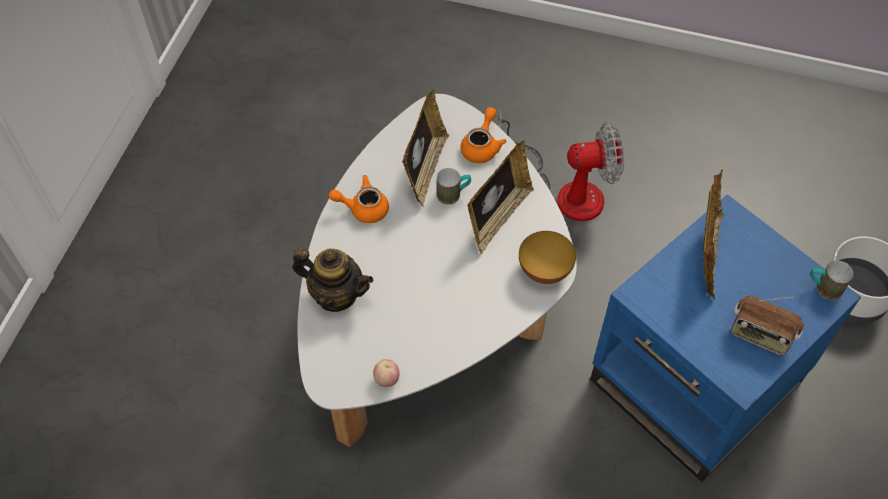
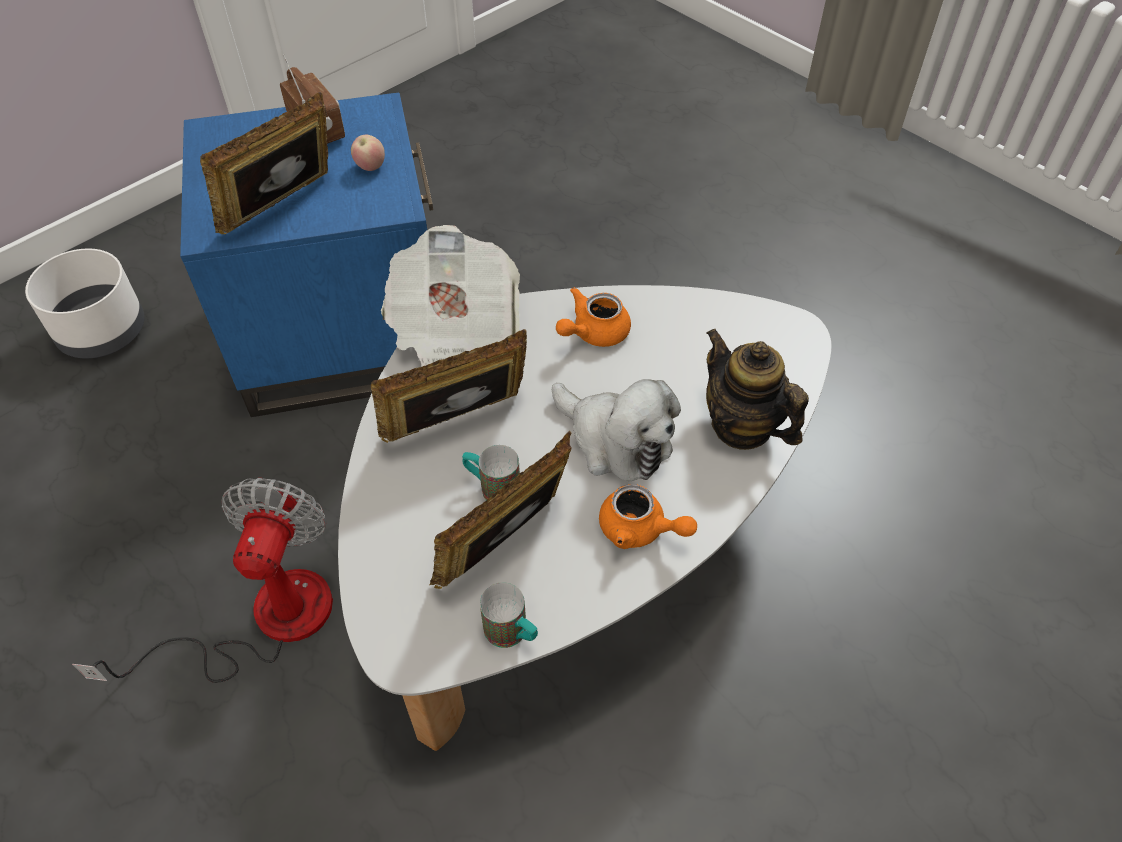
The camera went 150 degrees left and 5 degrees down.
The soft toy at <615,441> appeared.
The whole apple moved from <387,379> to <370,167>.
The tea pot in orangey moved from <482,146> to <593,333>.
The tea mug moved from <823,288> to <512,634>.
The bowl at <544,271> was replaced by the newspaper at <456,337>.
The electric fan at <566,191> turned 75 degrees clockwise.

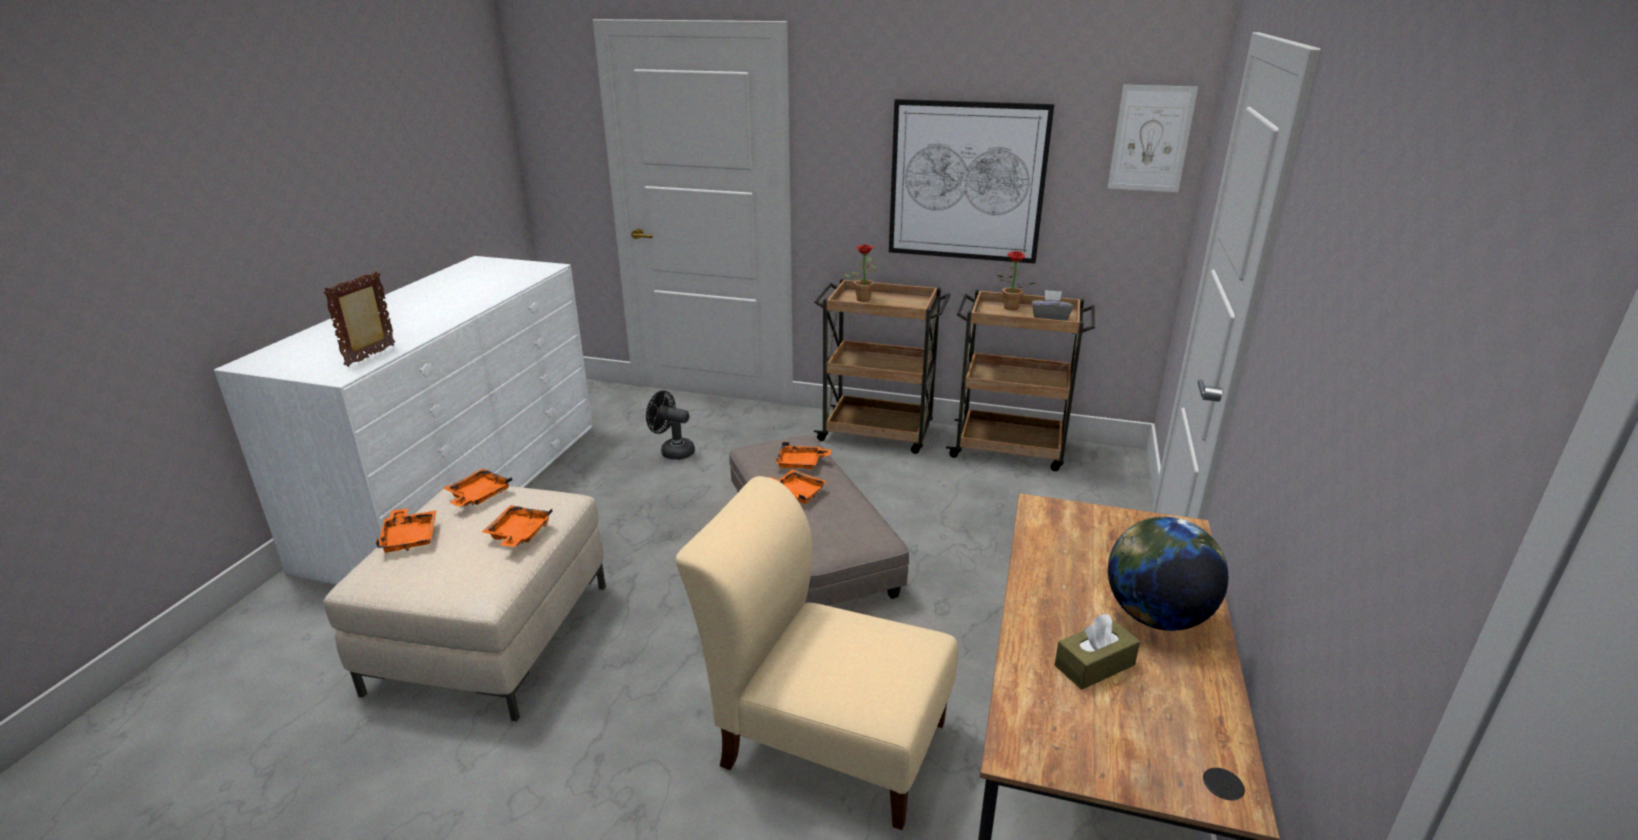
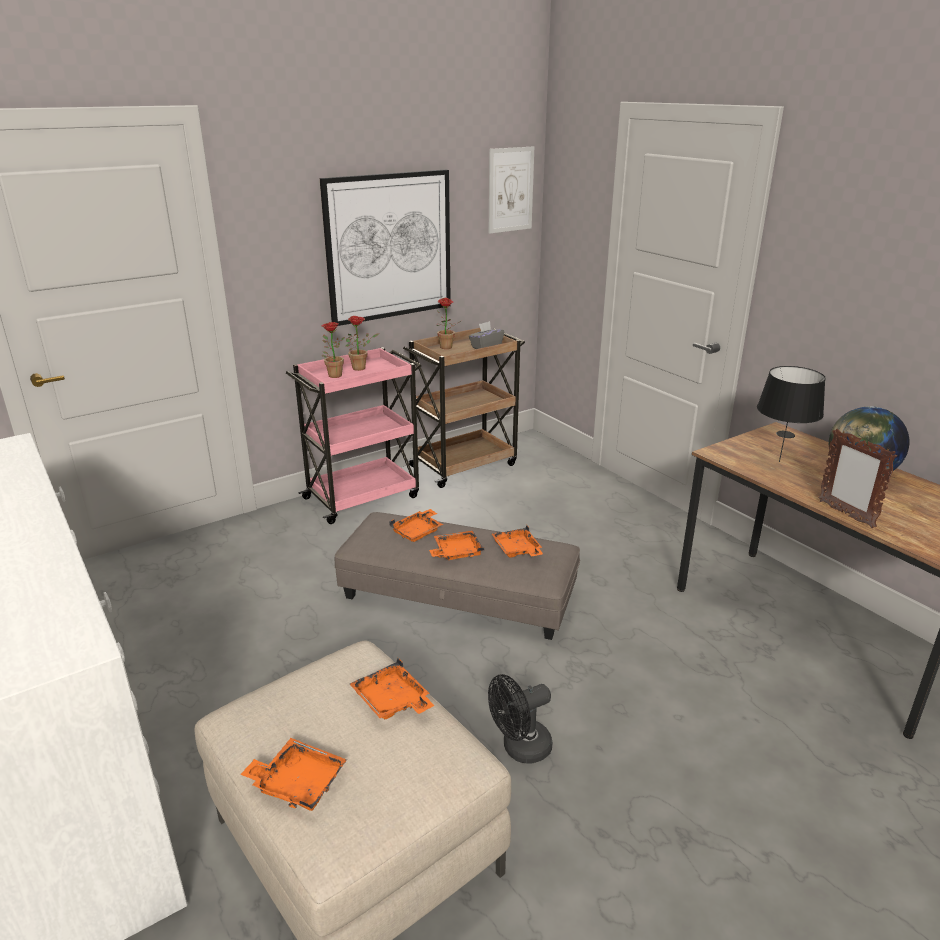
The camera went 50 degrees left and 0 degrees up.
The upright chair in beige-coloured at <826,739> disappeared.
The tissue box in brown-coloured at <1094,665> disappeared.
The potted plant at <362,368> appeared.
The tabletop lamp in blackish at <779,462> appeared.
The photo frame moved from <372,356> to <845,514>.
The carrying tray in orangey moved from <478,496> to <517,550>.
The electric fan in blackish moved from <672,451> to <520,749>.
The cart in brown-coloured at <878,433> became the cart in pink at <363,496>.

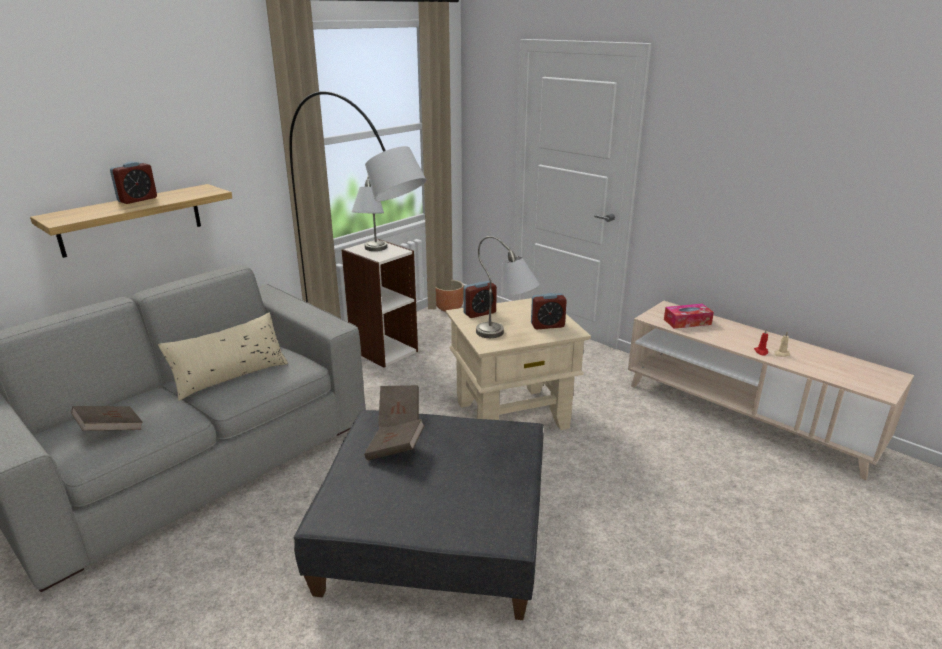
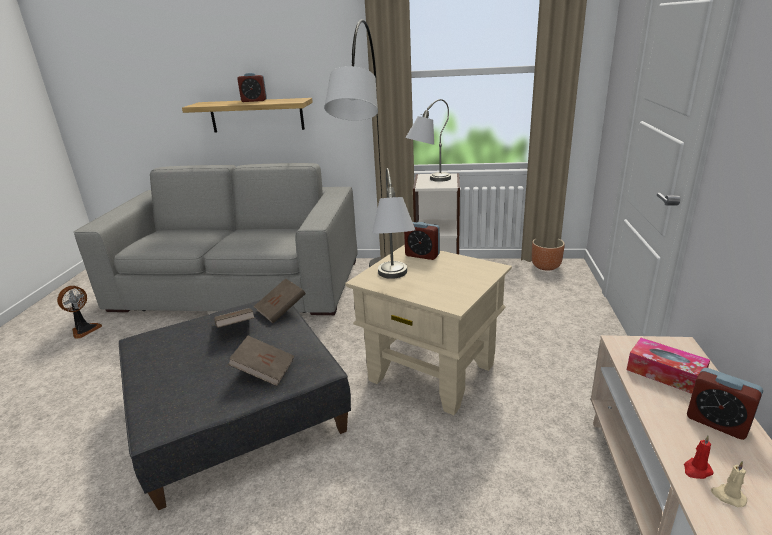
The camera went 55 degrees right and 0 degrees up.
The pillow in beige-coloured at <230,376> disappeared.
The electric fan at <84,330> appeared.
The volume in brown-coloured moved from <110,430> to <264,371>.
The table clock moved from <547,325> to <717,422>.

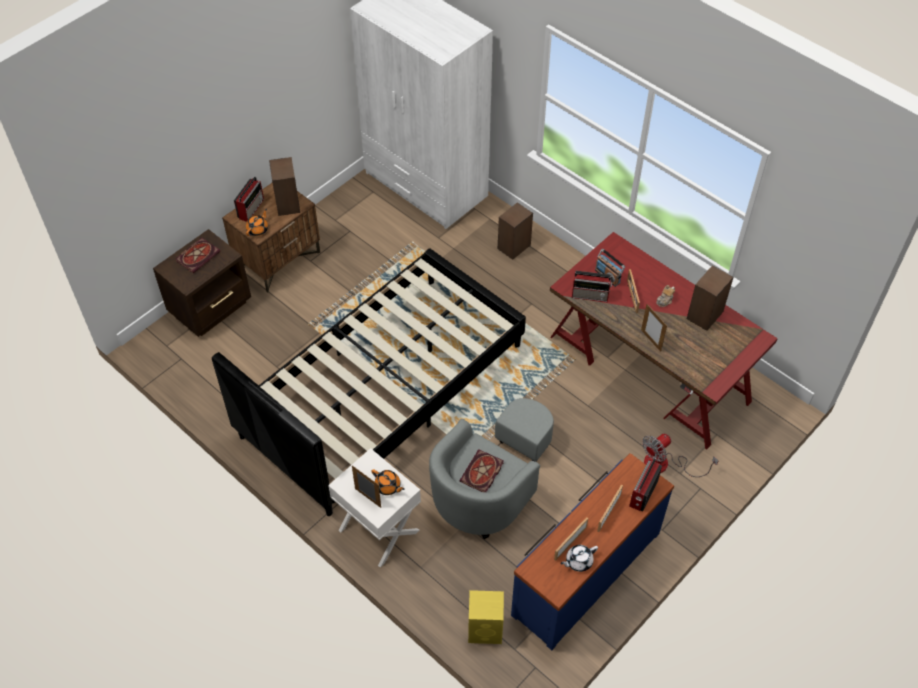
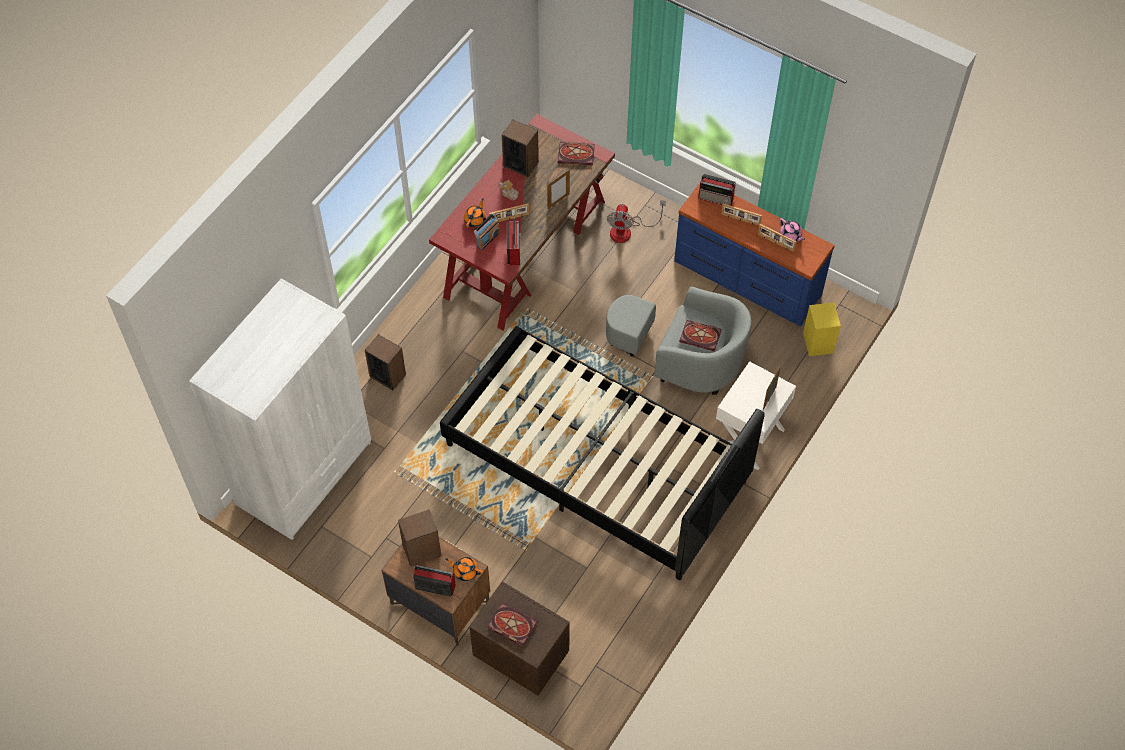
The camera went 100 degrees left and 5 degrees up.
The volume at <577,154> appeared.
The tea pot in orangey moved from <388,486> to <475,219>.
The tea pot in white at <578,561> became the tea pot in pink at <790,236>.
The electric fan at <665,465> turned 60 degrees clockwise.

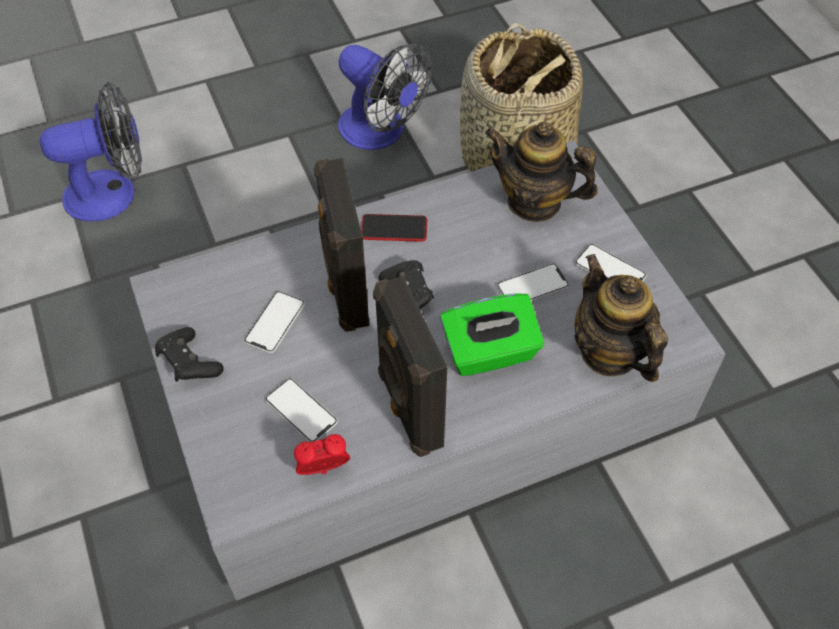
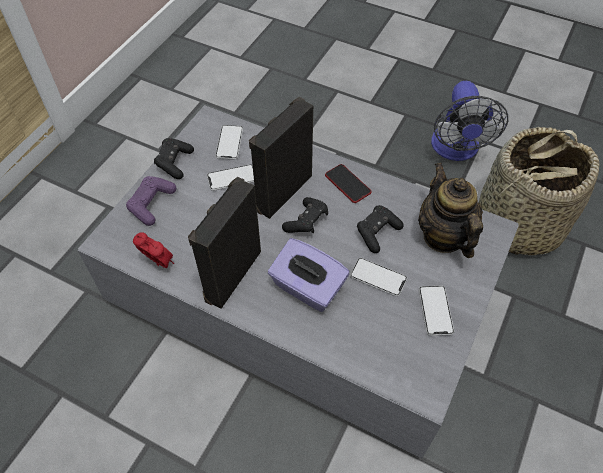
The camera went 50 degrees right and 0 degrees up.
The electric fan at <113,192> disappeared.
The tea pot at <609,352> disappeared.
The gamepad in purple-coloured at <151,204> appeared.
The gamepad in blackish at <377,233> appeared.
The telephone moved from <301,411> to <229,143>.
The tissue box in greenish at <489,353> became the tissue box in purple-coloured at <307,288>.

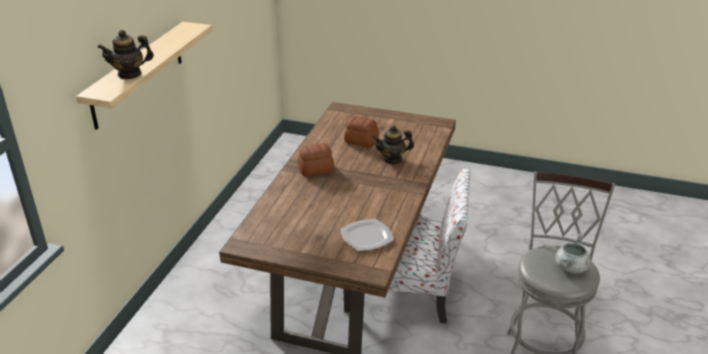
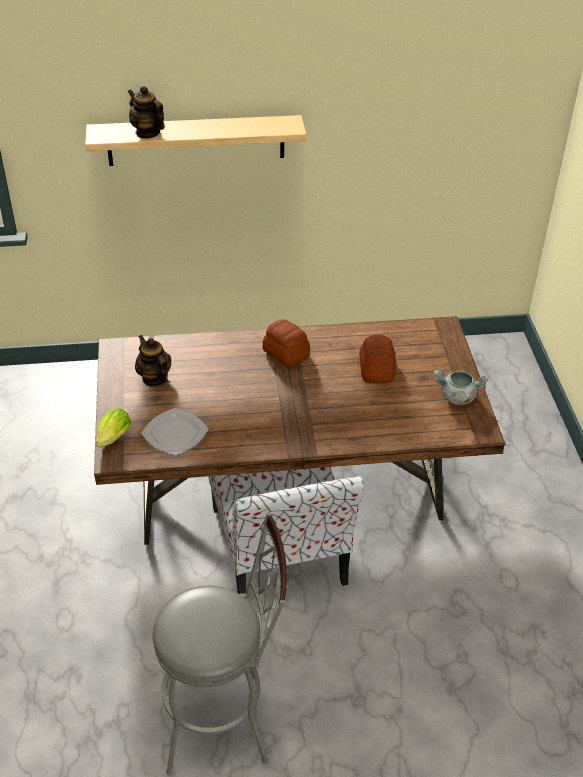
The camera went 65 degrees right and 10 degrees up.
The lettuce head at <112,439> appeared.
The tea pot moved from <392,159> to <154,378>.
The stockpot in greyish moved from <570,268> to <457,397>.

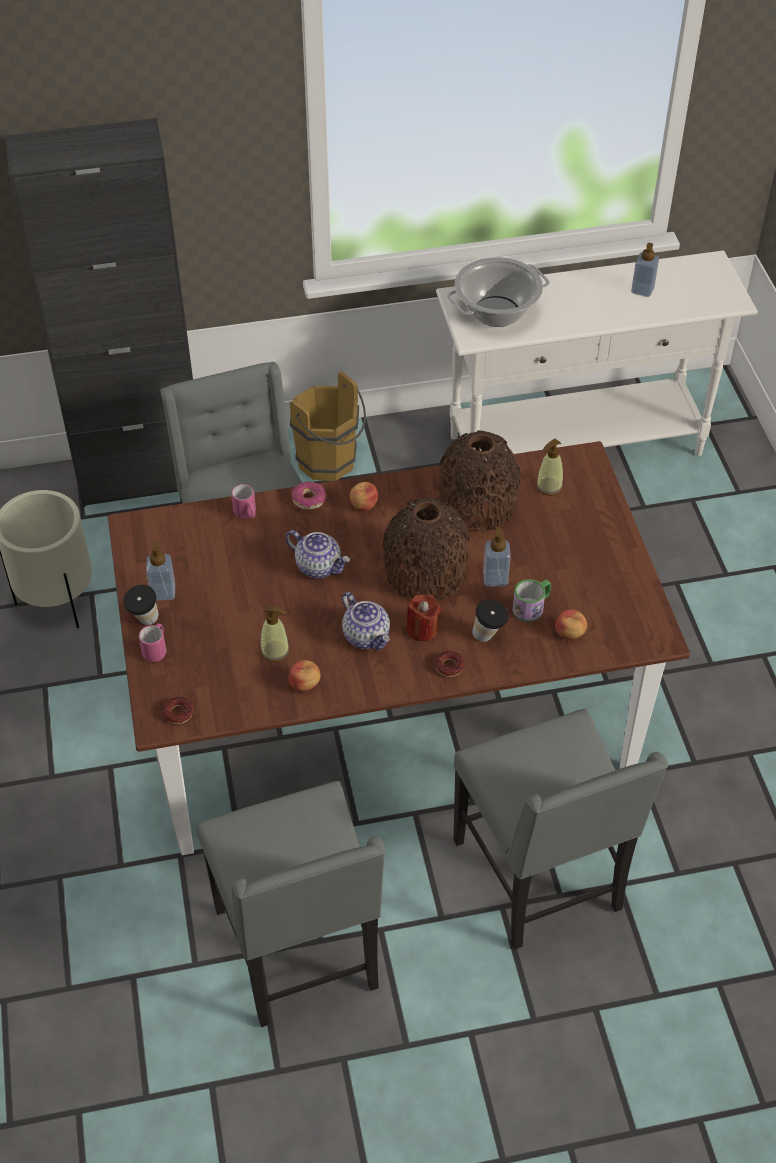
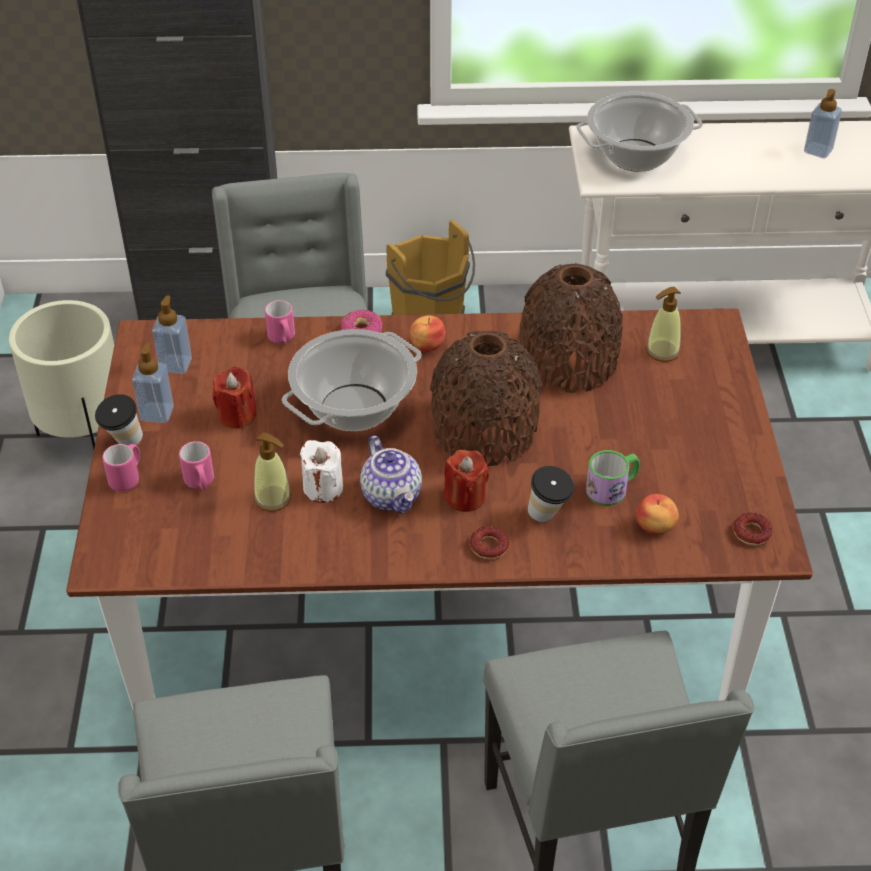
The camera went 10 degrees right and 5 degrees down.
The whole apple at <305,685> disappeared.
The tea mug in pink at <200,483> appeared.
The wax light in red at <237,415> appeared.
The wax light in white at <323,488> appeared.
The doughnut moved from <178,713> to <751,533>.
The soap dispenser moved from <495,578> to <175,364>.
The tea pot at <319,566> was replaced by the stockpot at <354,407>.

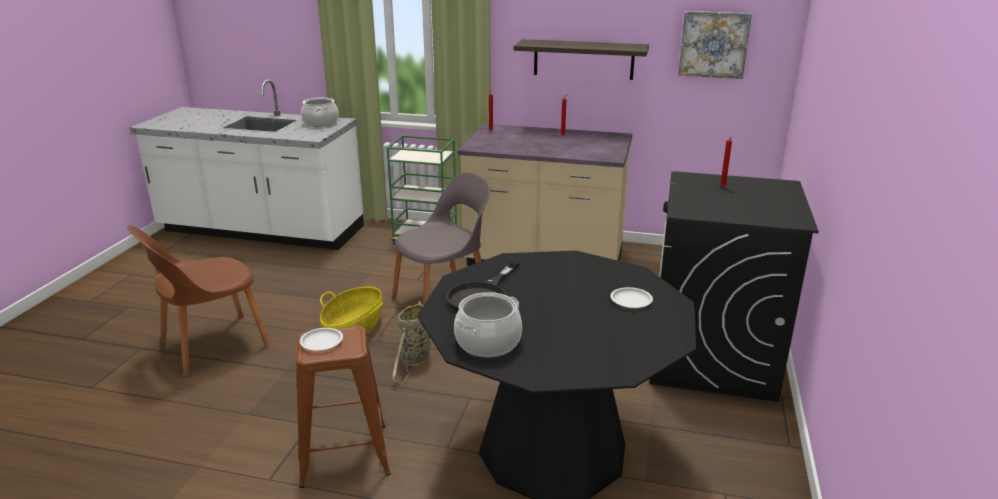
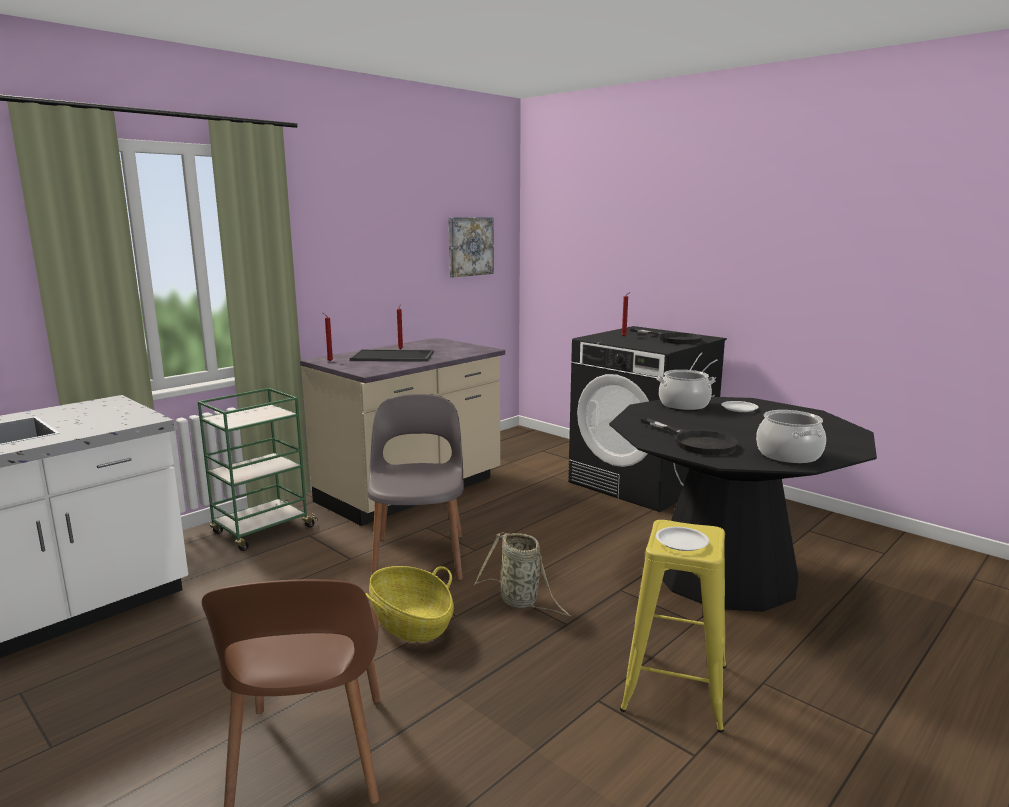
The camera went 60 degrees left and 10 degrees down.
The shelf at <583,59> disappeared.
The carrying tray at <394,356> appeared.
The frying pan in blackish at <673,339> appeared.
The stockpot moved from <321,123> to <684,404>.
The sitting stool in brown-coloured at <344,455> became the sitting stool in yellow at <675,687>.

